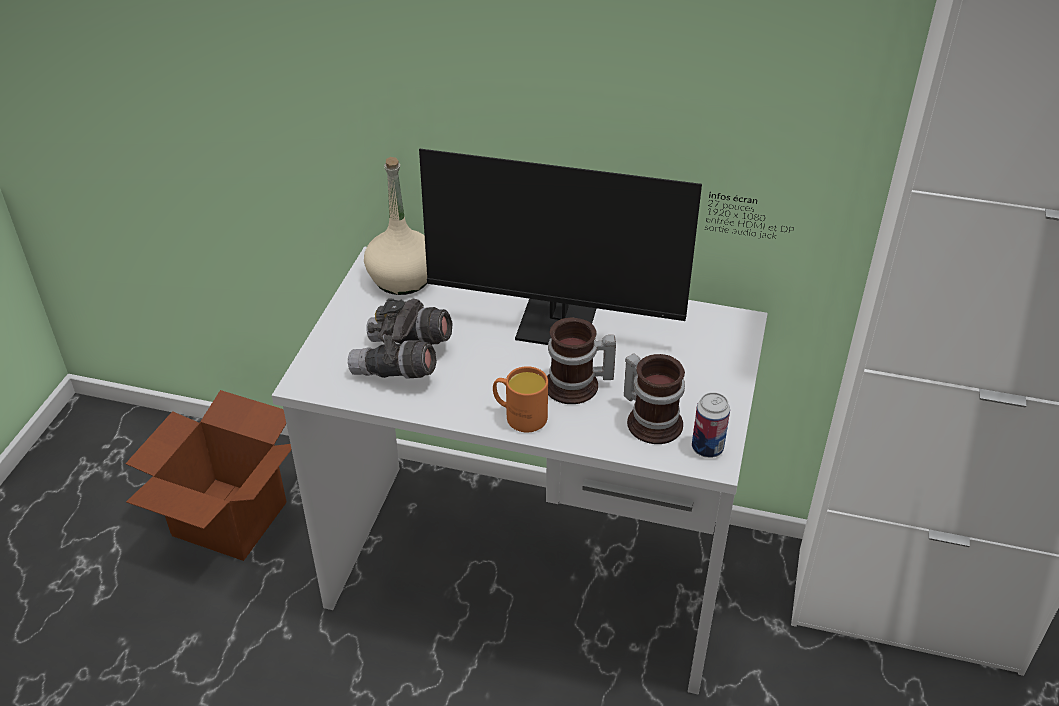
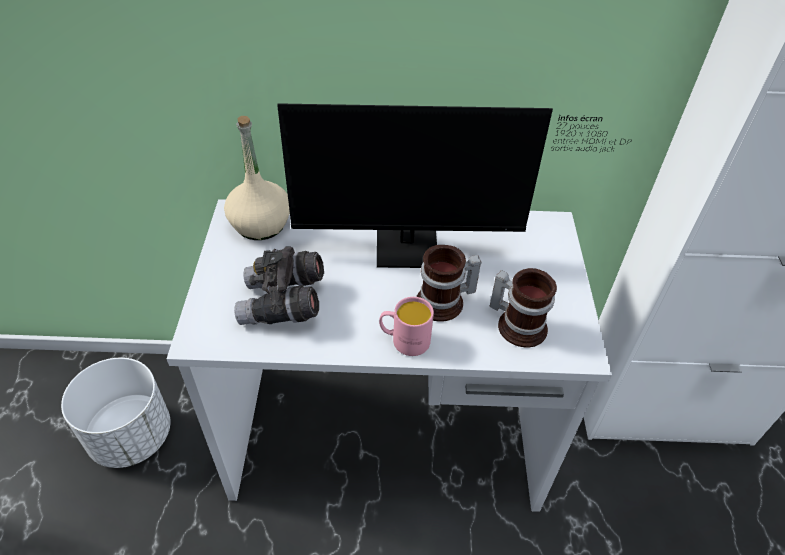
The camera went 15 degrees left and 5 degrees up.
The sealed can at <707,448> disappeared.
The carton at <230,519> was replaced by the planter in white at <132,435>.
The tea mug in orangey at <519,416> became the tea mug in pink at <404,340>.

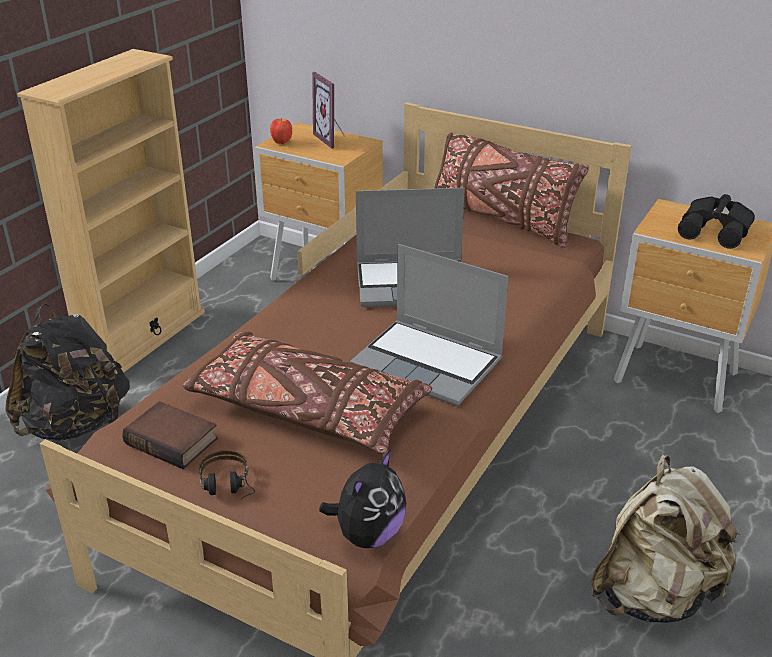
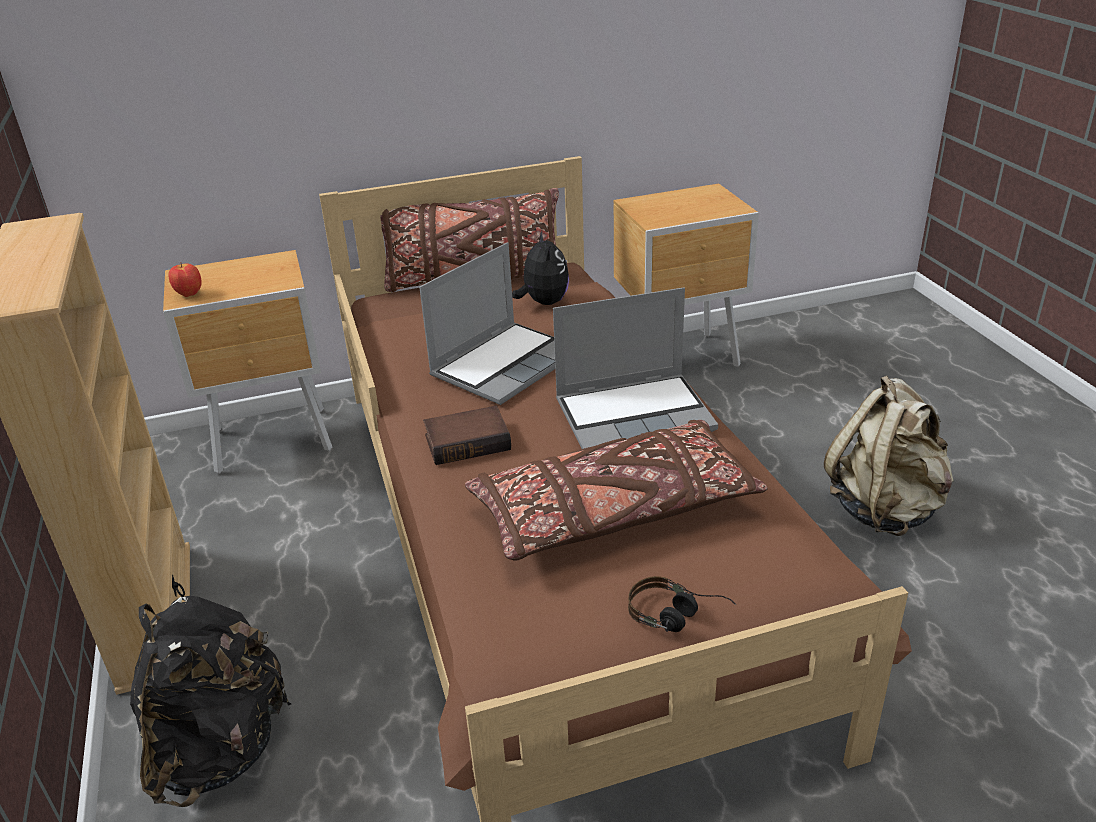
The camera went 45 degrees left and 0 degrees up.
The photo frame at <333,139> disappeared.
The field glasses in blackish at <716,229> disappeared.
The volume moved from <174,440> to <468,441>.
The soft toy moved from <368,534> to <543,302>.

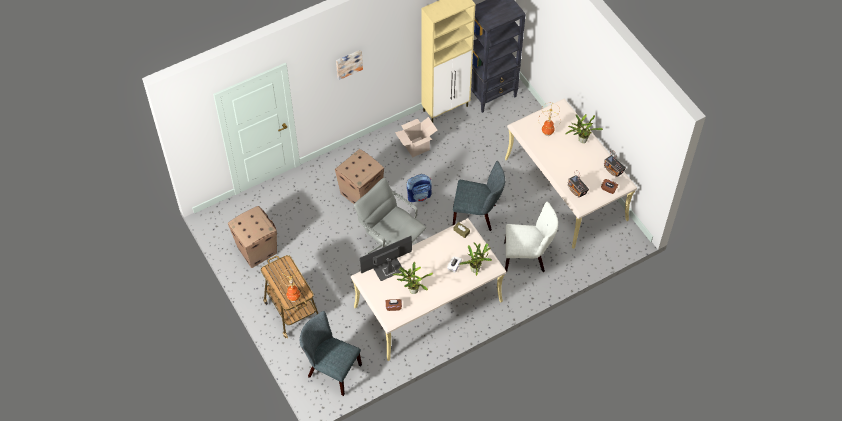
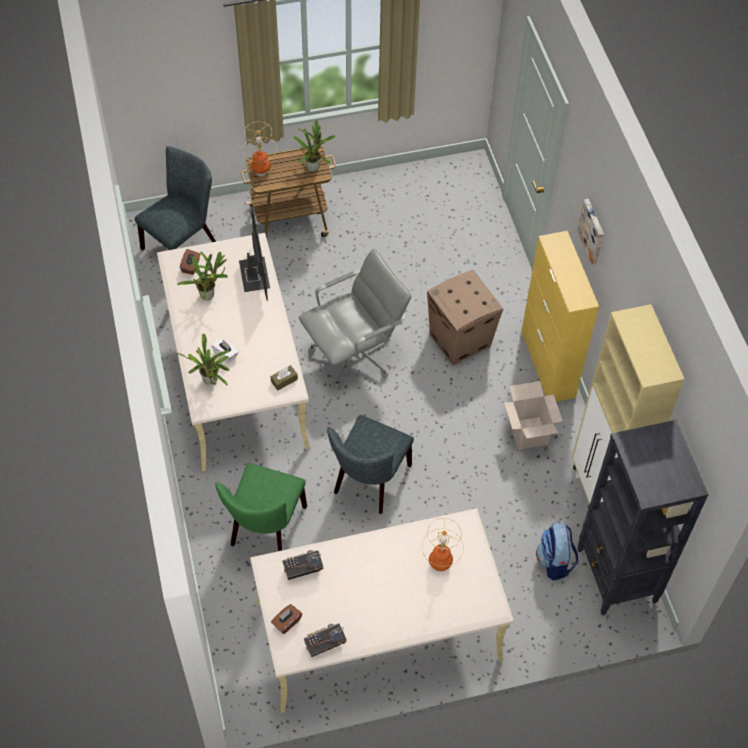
The camera went 105 degrees right and 0 degrees up.
The carton at <256,249> disappeared.
The cabinet in yellow at <548,364> appeared.
The backpack moved from <419,196> to <554,562>.
The potted plant moved from <581,140> to <314,166>.
The upright chair in white at <527,257> became the upright chair in greenish at <265,529>.

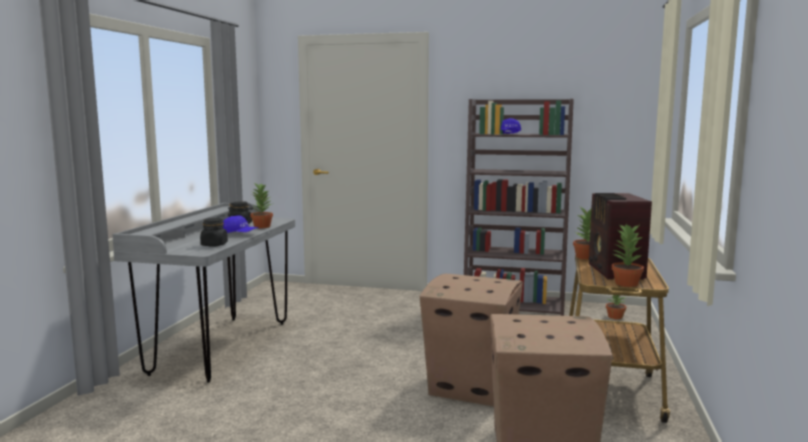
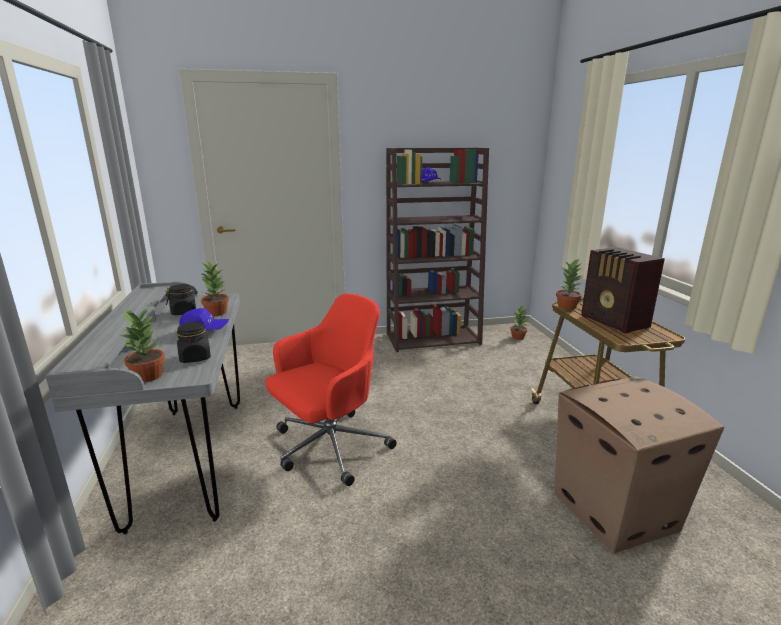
The camera went 25 degrees left and 10 degrees up.
The carton at <469,386> disappeared.
The computer chair in red at <329,447> appeared.
The potted plant moved from <625,283> to <147,376>.

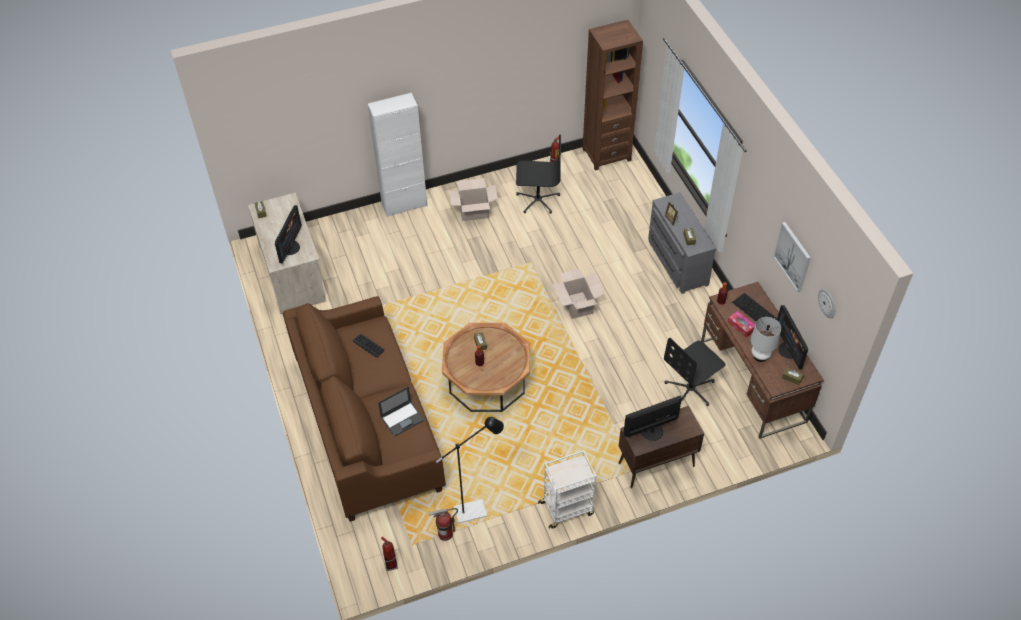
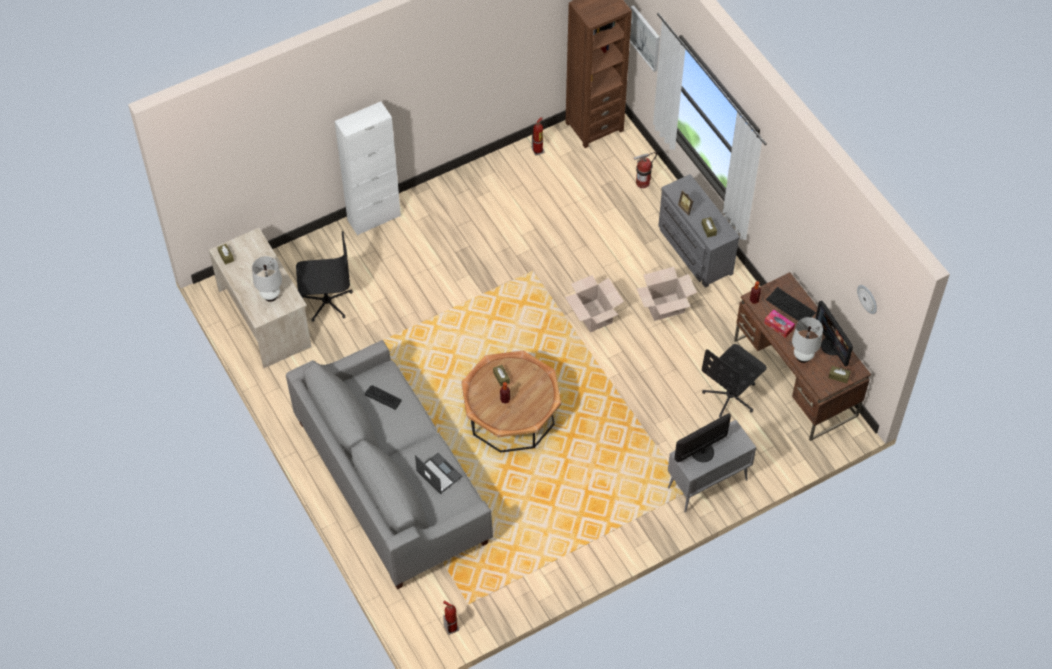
The camera went 10 degrees left and 5 degrees up.
The floor lamp in blackish at <476,510> disappeared.
The cart in white at <567,508> disappeared.
The fire-fighting cylinder moved from <445,534> to <642,183>.
The carton moved from <474,211> to <665,306>.
The computer chair in blackish moved from <537,200> to <326,301>.
The picture moved from <793,256> to <645,38>.
The computer display at <290,247> was replaced by the tabletop lamp in white at <270,295>.
The sofa in brown-coloured at <367,424> became the sofa in greyish at <392,482>.
The cabinet in brown-coloured at <655,465> became the cabinet in greyish at <706,484>.
The notebook computer at <402,418> turned 90 degrees counterclockwise.

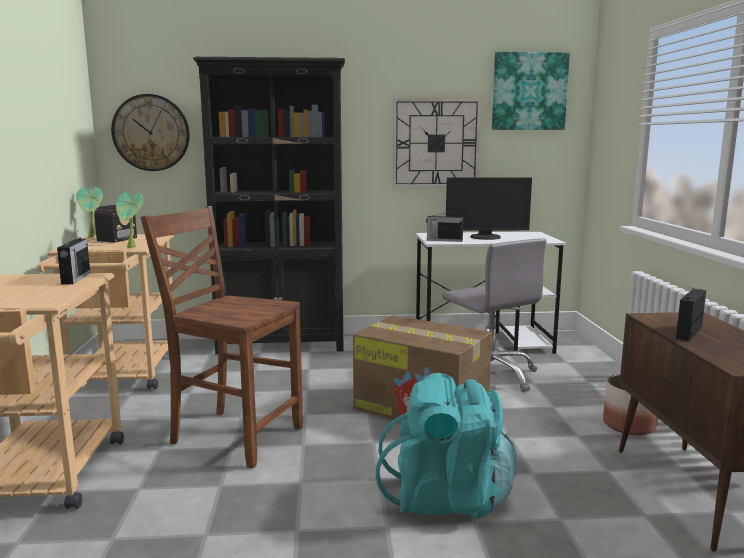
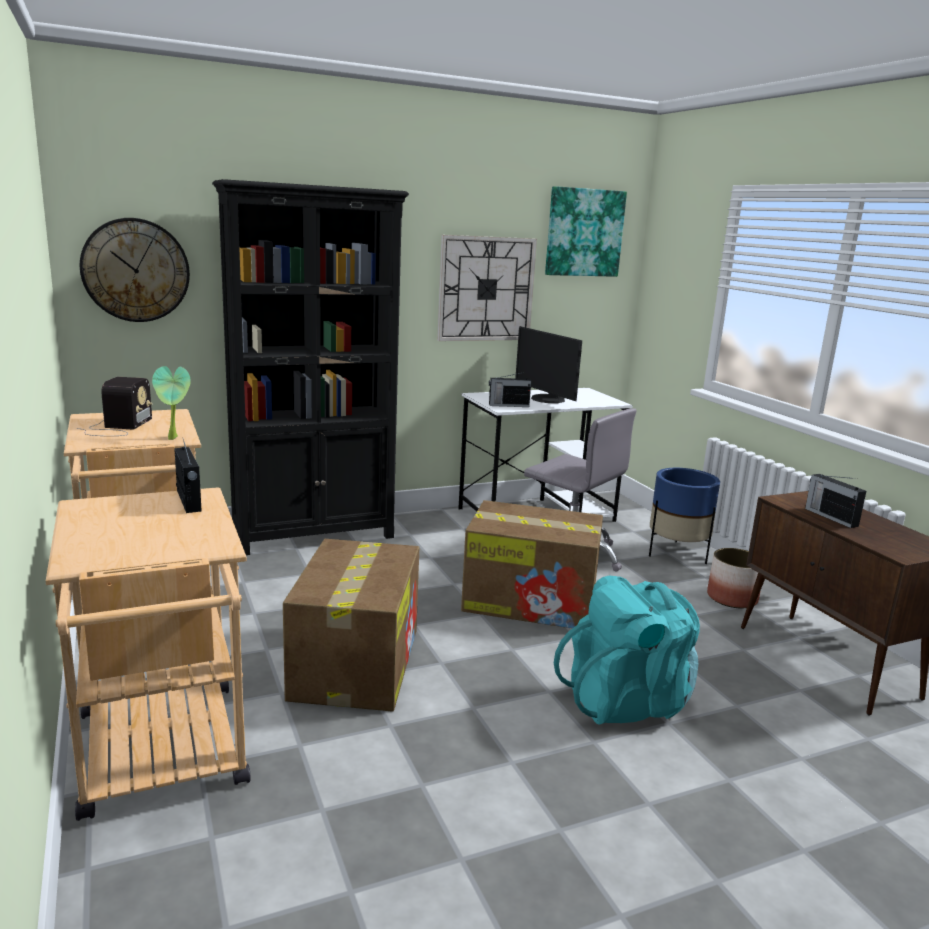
The camera went 20 degrees left and 5 degrees up.
The potted plant at <92,237> disappeared.
The planter in blue-coloured at <677,554> appeared.
The upright chair in brown-coloured at <234,435> was replaced by the carton at <356,662>.
The computer display at <486,237> turned 75 degrees clockwise.
The radio receiver at <689,332> turned 45 degrees counterclockwise.

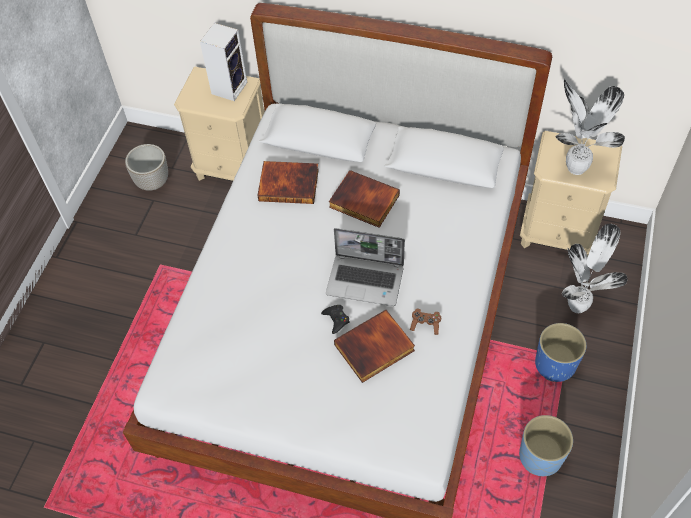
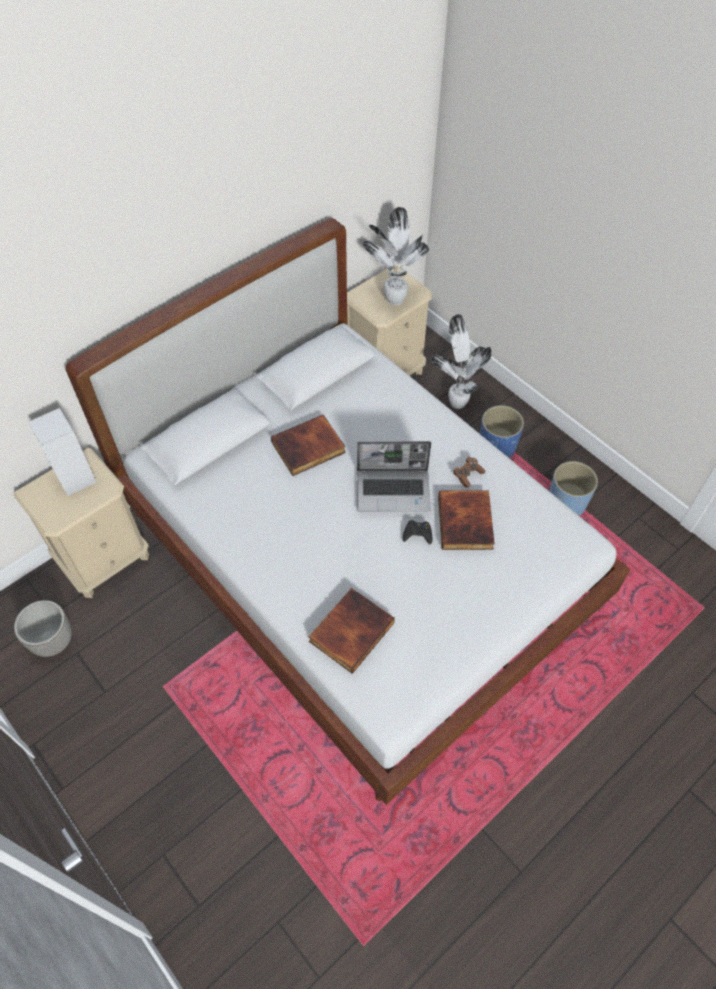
The camera went 60 degrees left and 0 degrees up.
The volume moved from <289,184> to <350,630>.
The notebook computer at <366,280> turned 45 degrees clockwise.

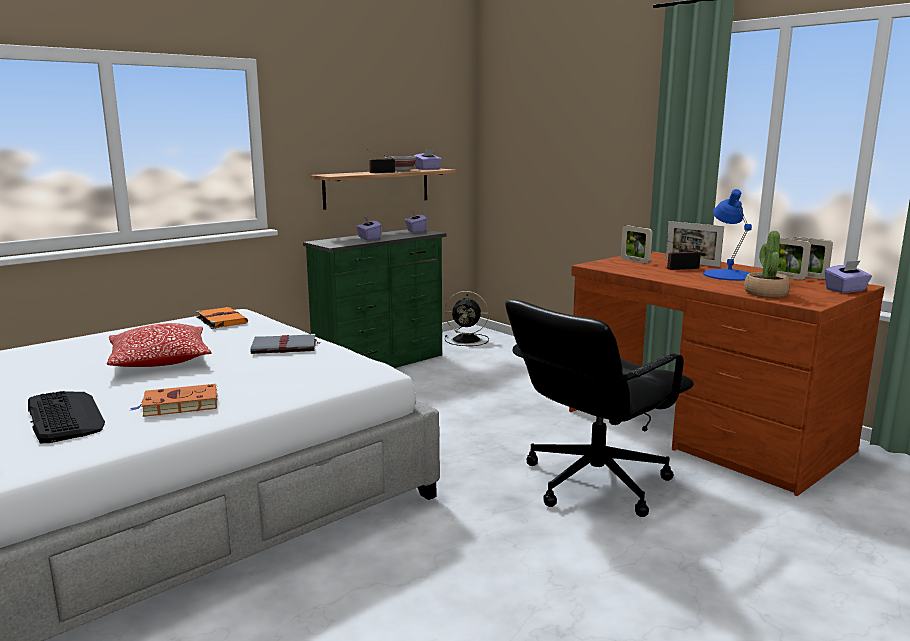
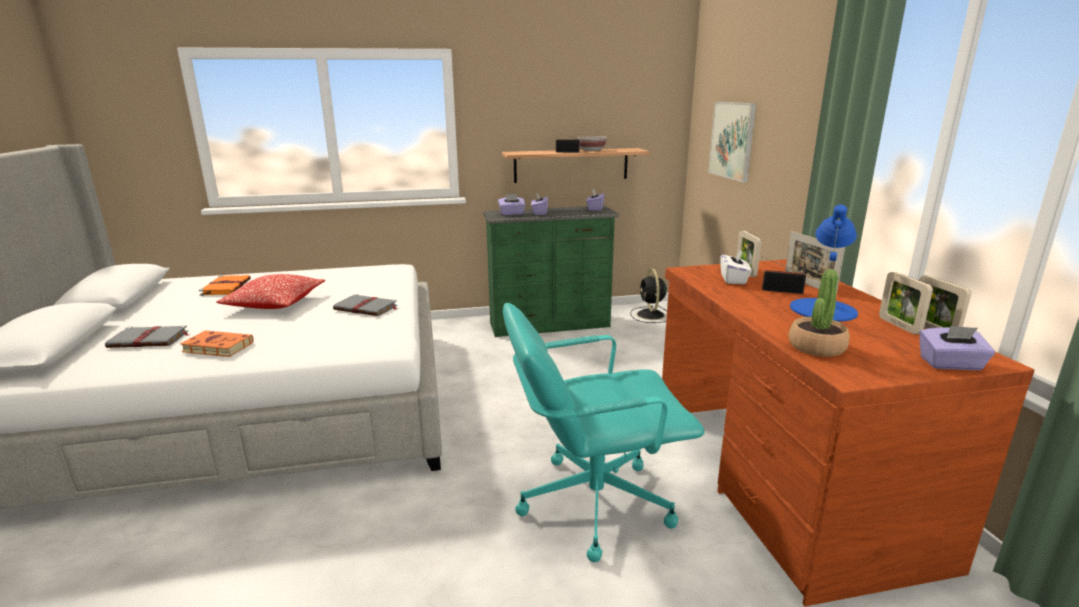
The camera went 30 degrees right and 5 degrees up.
The picture at <732,140> appeared.
The tissue box in white at <733,279> appeared.
The volume in orangey moved from <221,320> to <226,287>.
The tissue box in purple-coloured moved from <428,169> to <512,213>.
The PC keyboard at <64,416> was replaced by the volume in greyish at <150,340>.
The computer chair in blackish at <593,482> became the computer chair in turquoise at <592,502>.
The electric fan in blackish at <467,340> turned 45 degrees clockwise.

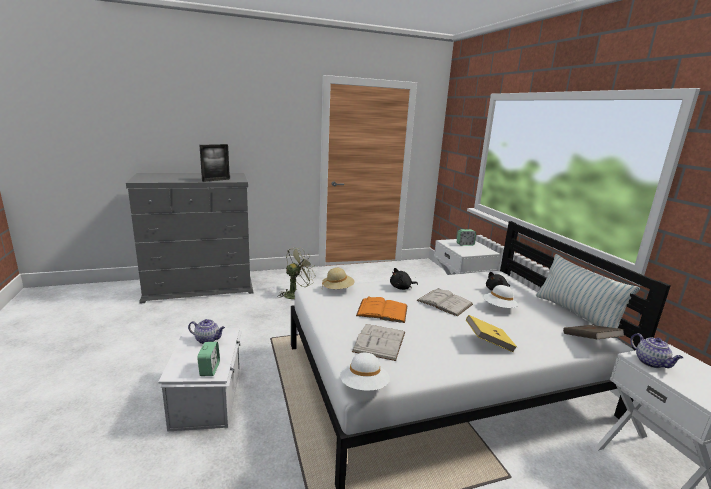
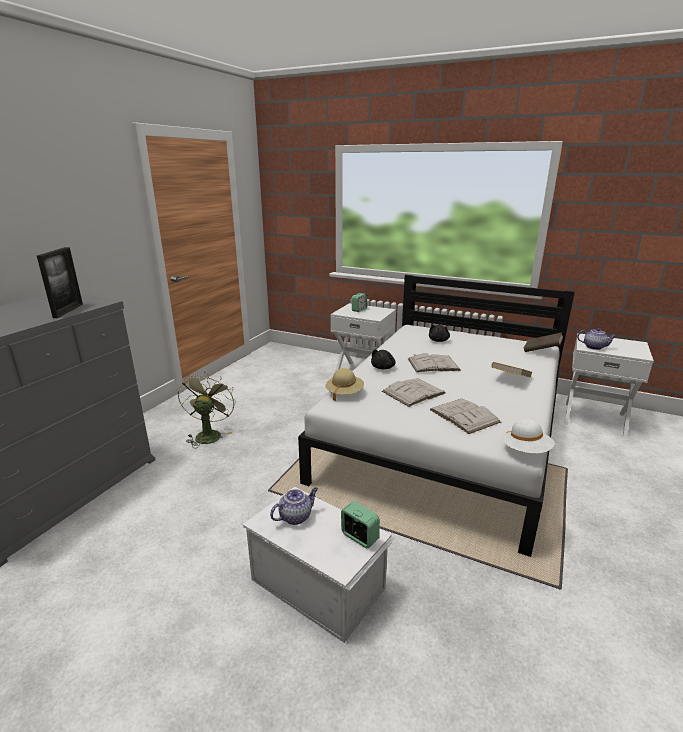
The camera went 45 degrees left and 5 degrees up.
The wearable hat in white at <498,308> disappeared.
The pillow at <576,314> disappeared.
The volume in orangey at <382,310> became the volume in white at <413,392>.

